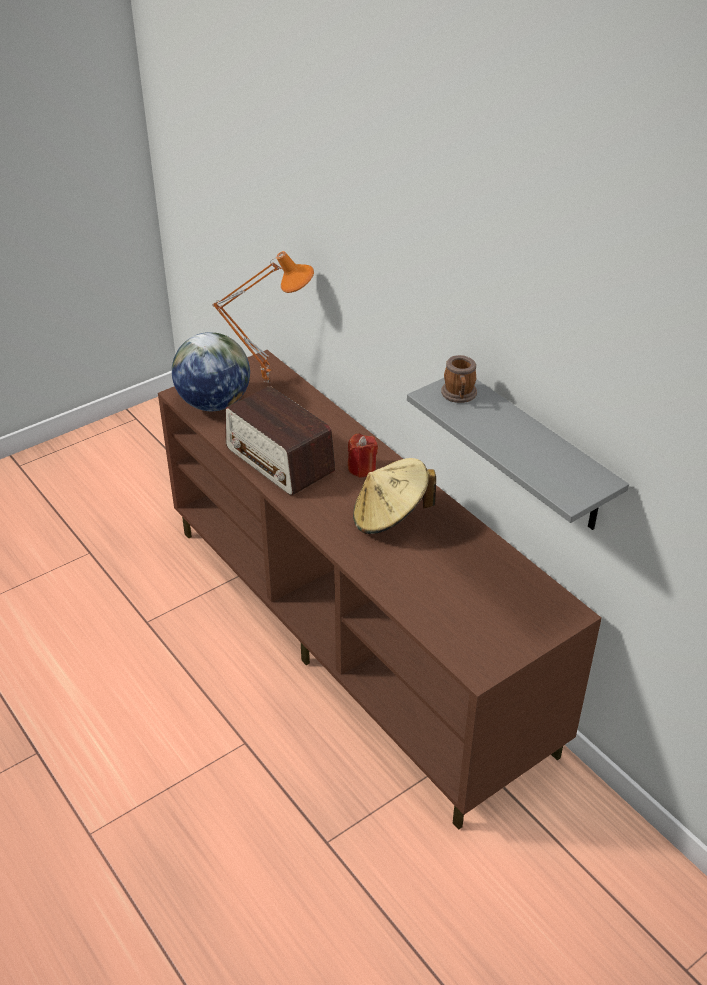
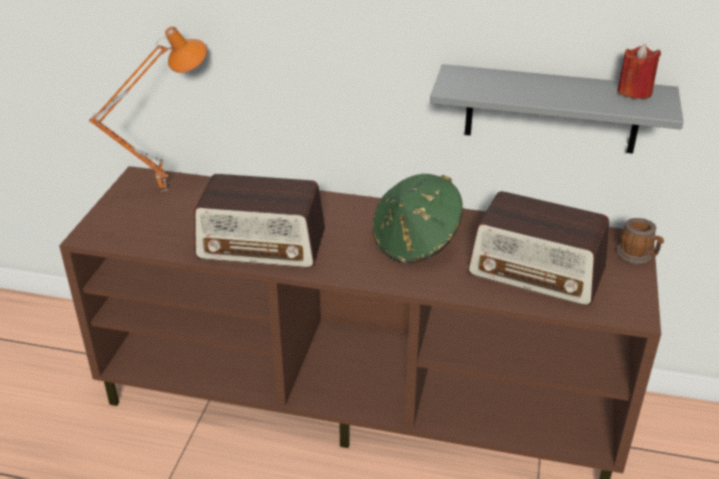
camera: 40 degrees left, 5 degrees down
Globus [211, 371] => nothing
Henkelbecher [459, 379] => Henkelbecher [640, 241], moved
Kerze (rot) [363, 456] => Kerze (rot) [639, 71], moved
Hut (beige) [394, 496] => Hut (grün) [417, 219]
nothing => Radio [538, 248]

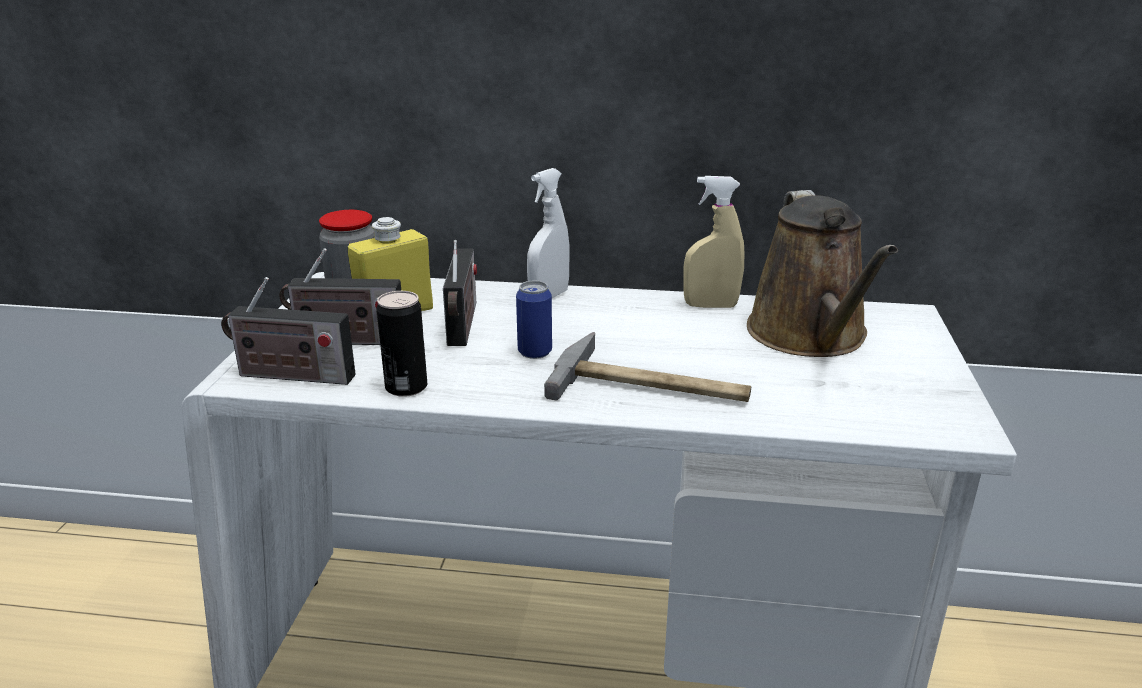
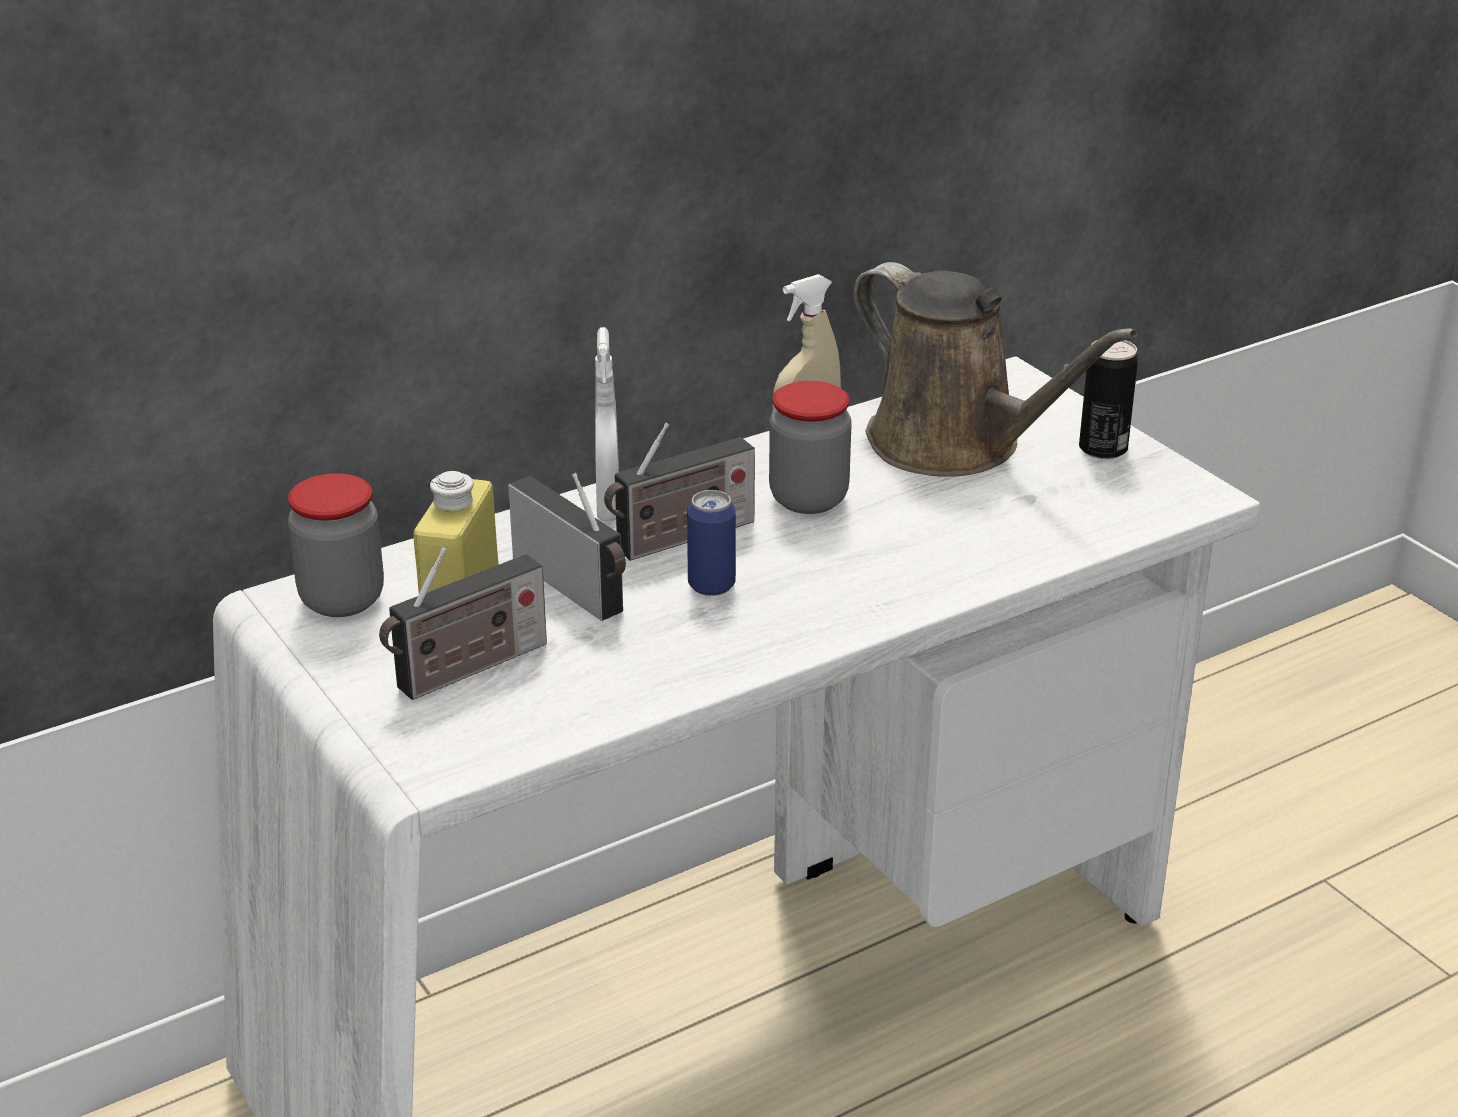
camera: 40 degrees left, 5 degrees up
Radio [288, 331] => Radio [679, 492], moved
Dose [401, 344] => Dose [1108, 399], moved
Hammer [647, 367] => nothing
nothing => Vorratsglas [810, 447]

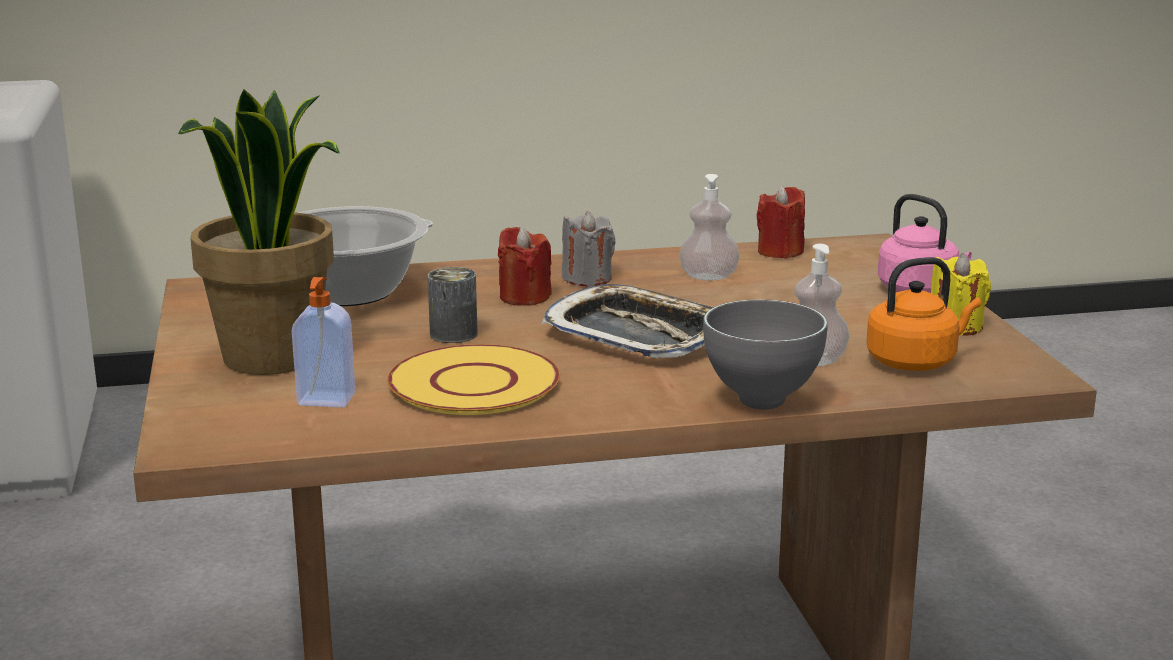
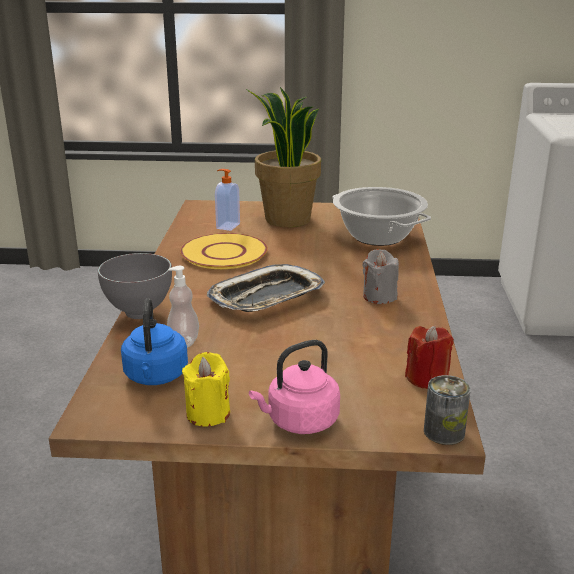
camera: 105 degrees right, 5 degrees up
Seifenspender [709, 227] => nothing
Kerze (rot) [525, 266] => nothing
Wasserkessel (orange) [923, 314] => Wasserkessel (blau) [154, 341]
Dose [453, 305] => Dose [447, 410], moved

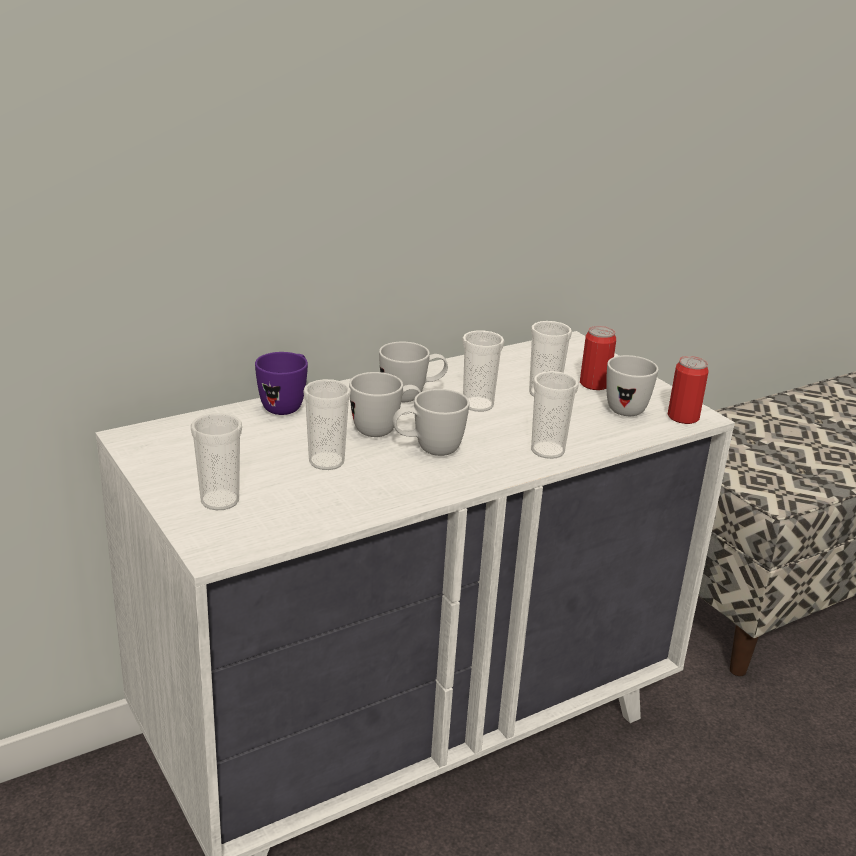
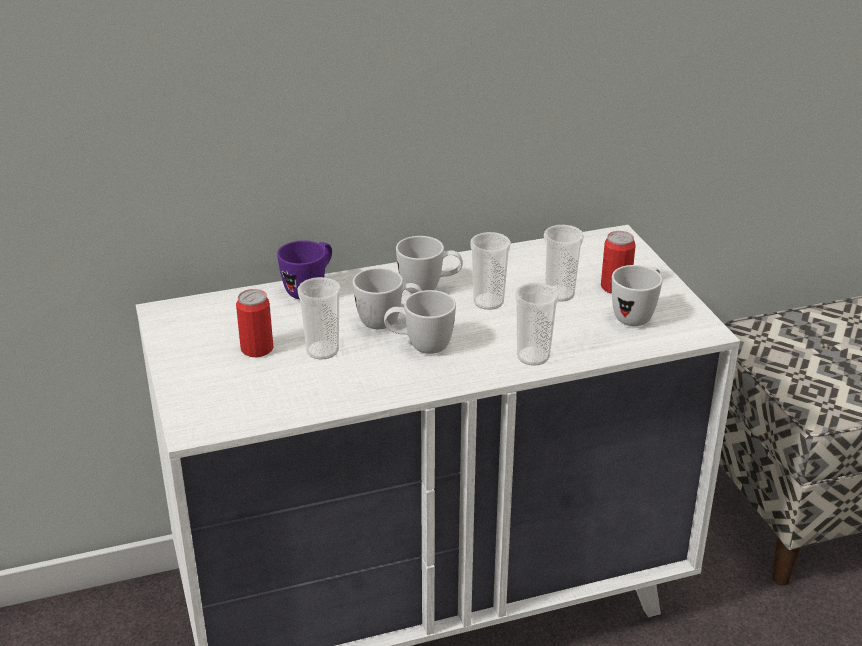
camera: 15 degrees right, 5 degrees up
Dose [688, 390] => Dose [254, 323], moved
Tasse [216, 461] => nothing

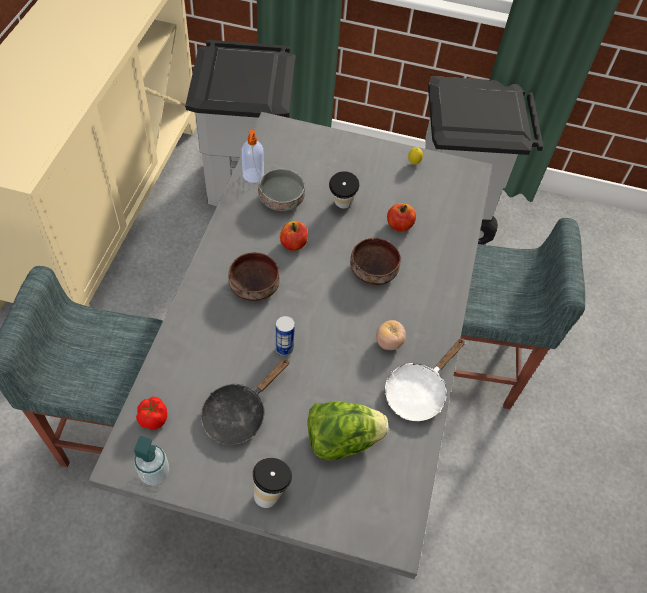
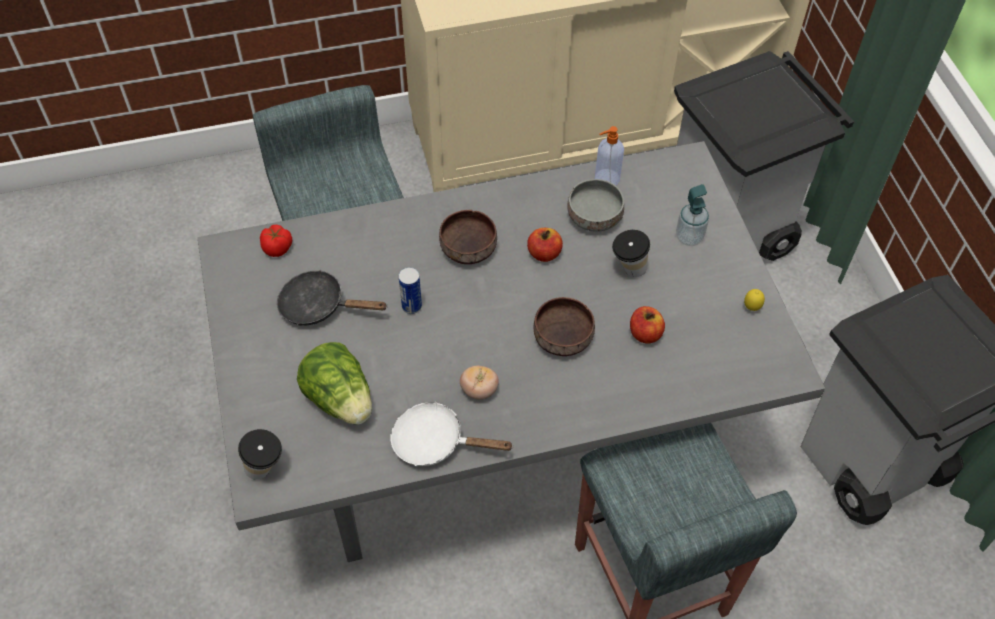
camera: 65 degrees right, 0 degrees up
Seifenspender [151, 461] => Seifenspender [692, 215], moved
Tasse [272, 483] => Tasse [260, 454], moved

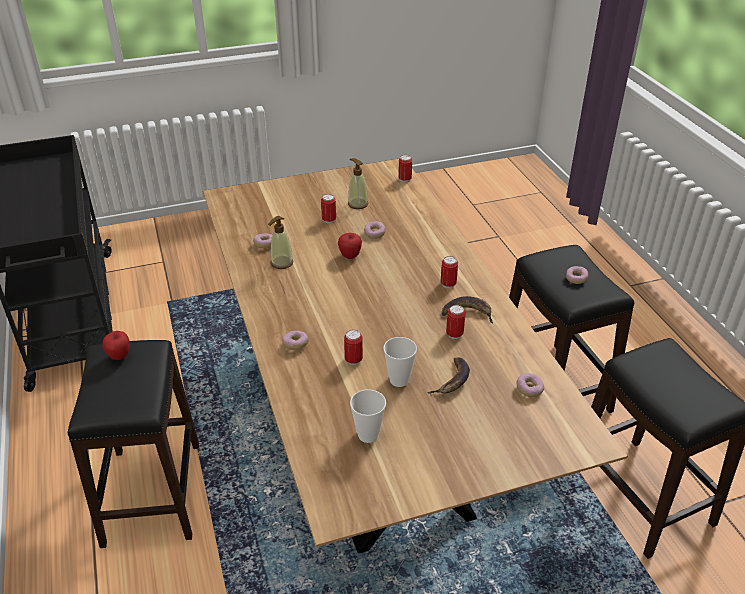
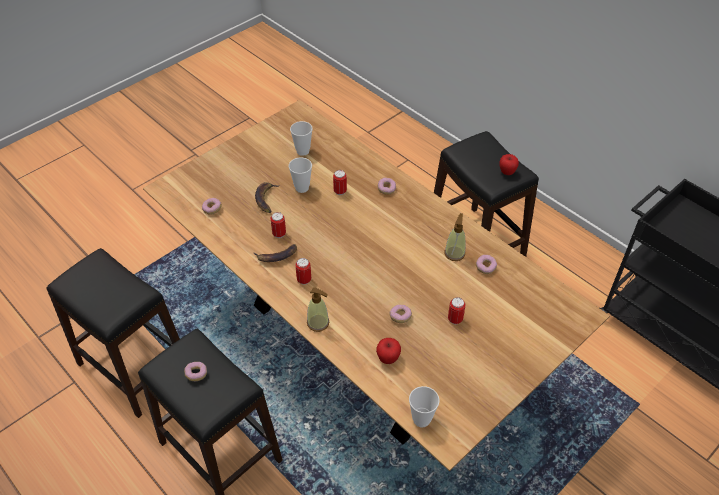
camera: 155 degrees right, 10 degrees up
Dose [405, 168] => Tasse [424, 406]
Seifenspender [358, 183] => Seifenspender [318, 309], moved
Apfel [350, 246] => Apfel [388, 351], moved

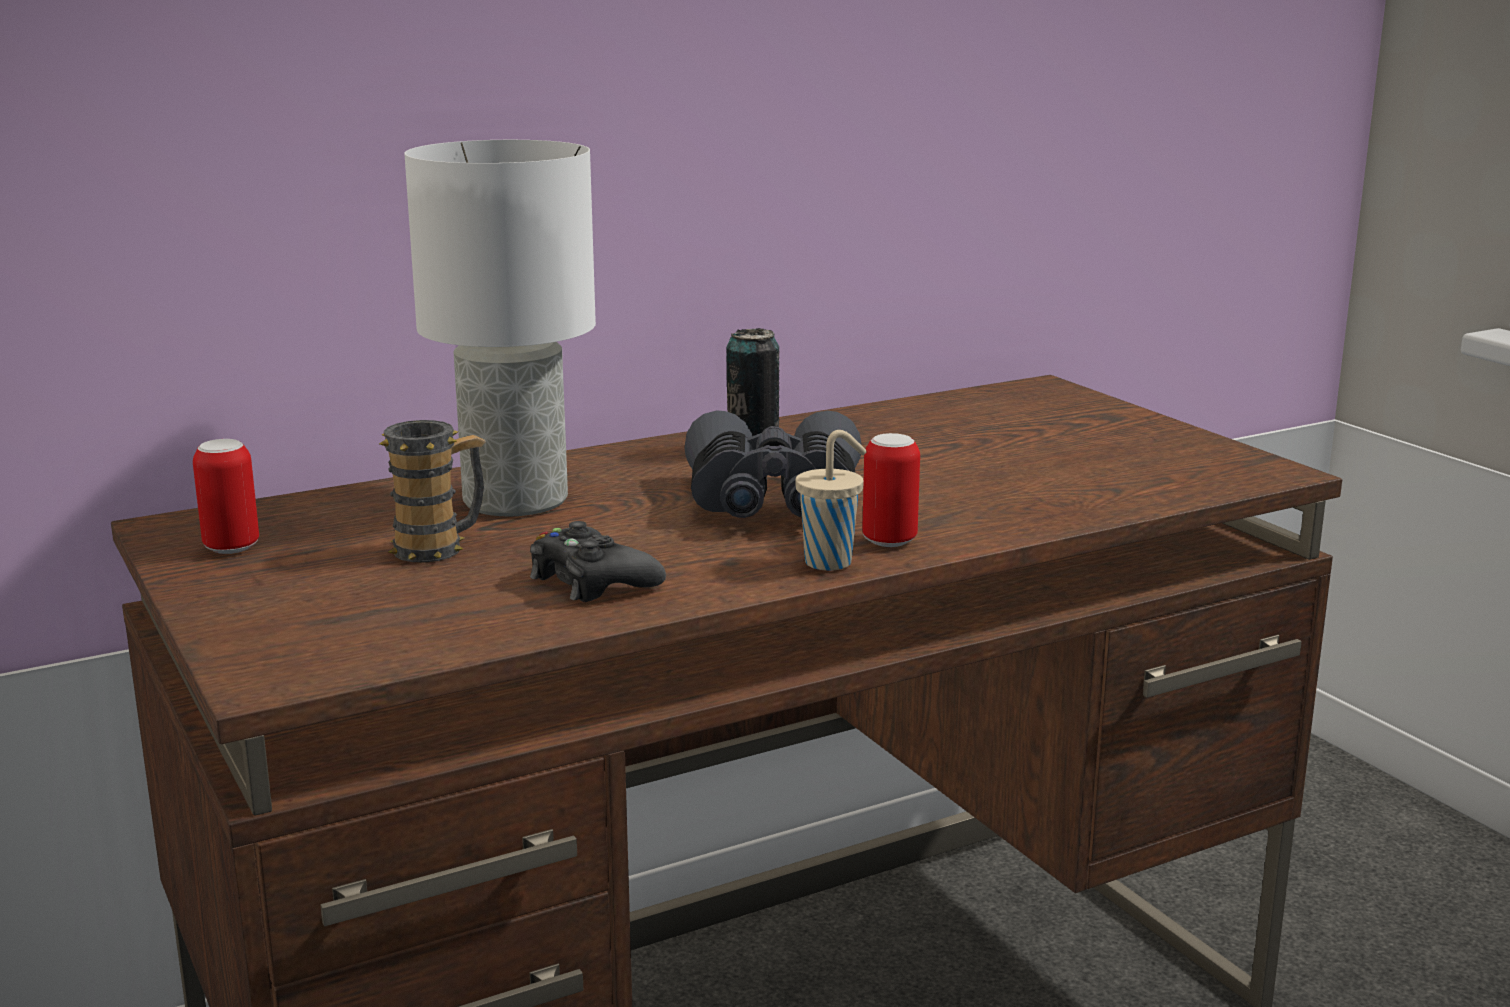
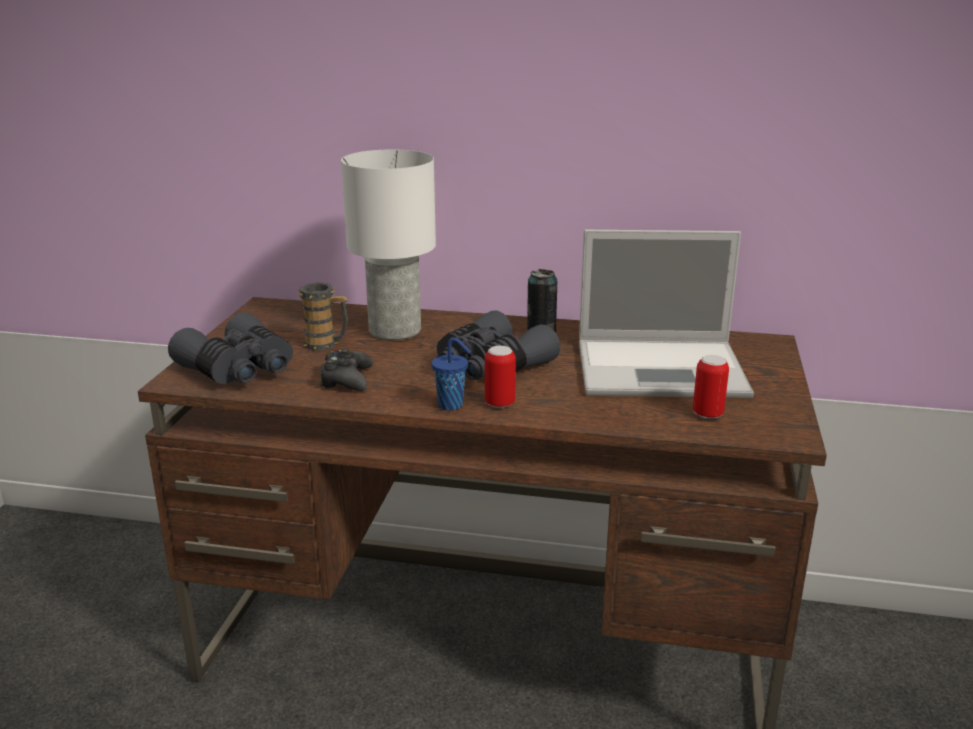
camera: 40 degrees right, 5 degrees up
Tasse (beige) [831, 500] => Tasse (blau) [451, 373]
Dose [226, 496] => Dose [711, 387], moved
nothing => Laptop [666, 314]
nothing => Fernglas (grau) [230, 348]

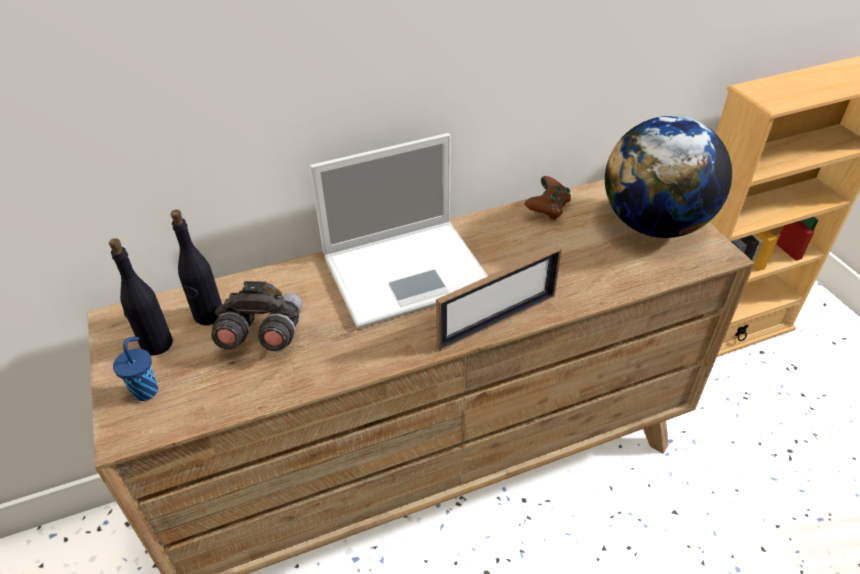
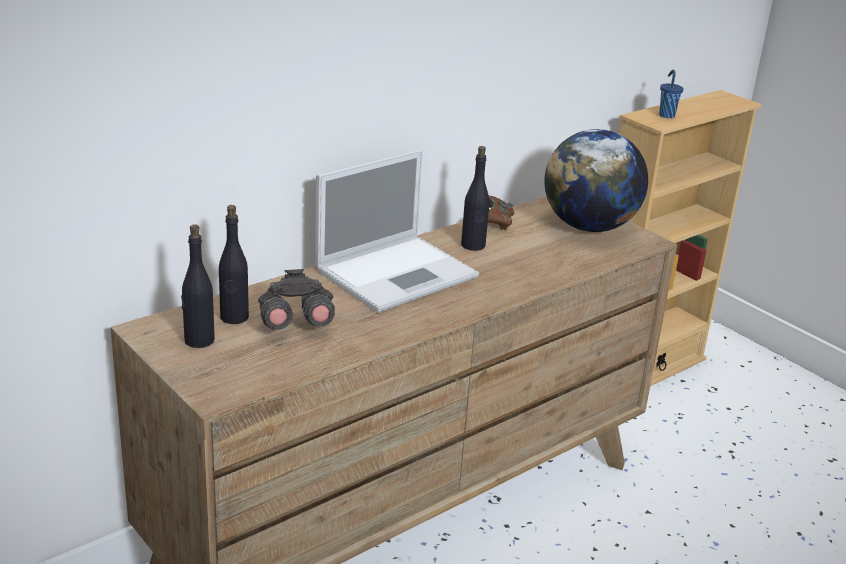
camera: 20 degrees left, 15 degrees down
Bilderrahmen [499, 298] => nothing
Tasse (blau) [135, 369] => Tasse (blau) [671, 94], moved
nothing => Flasche (schwarz) [475, 198]

